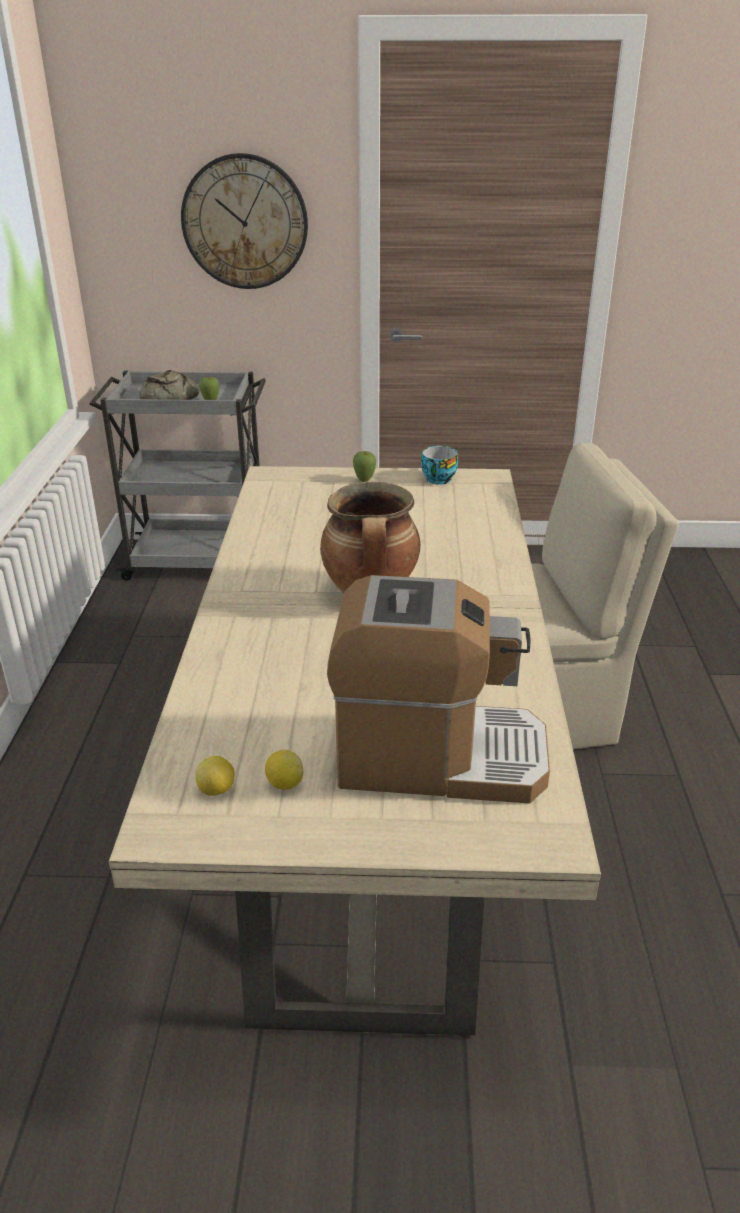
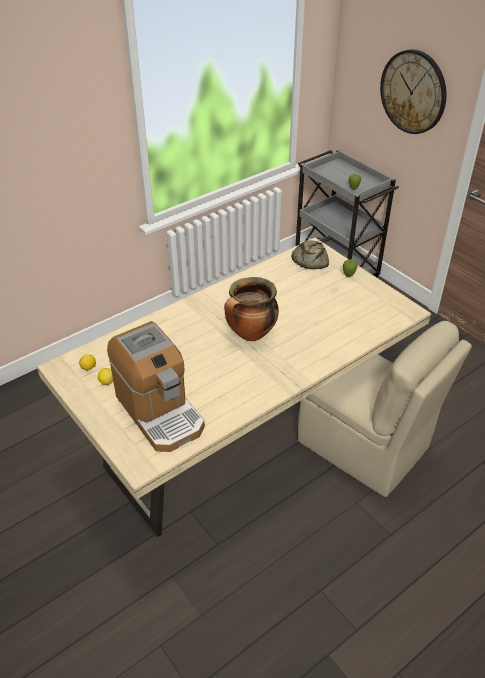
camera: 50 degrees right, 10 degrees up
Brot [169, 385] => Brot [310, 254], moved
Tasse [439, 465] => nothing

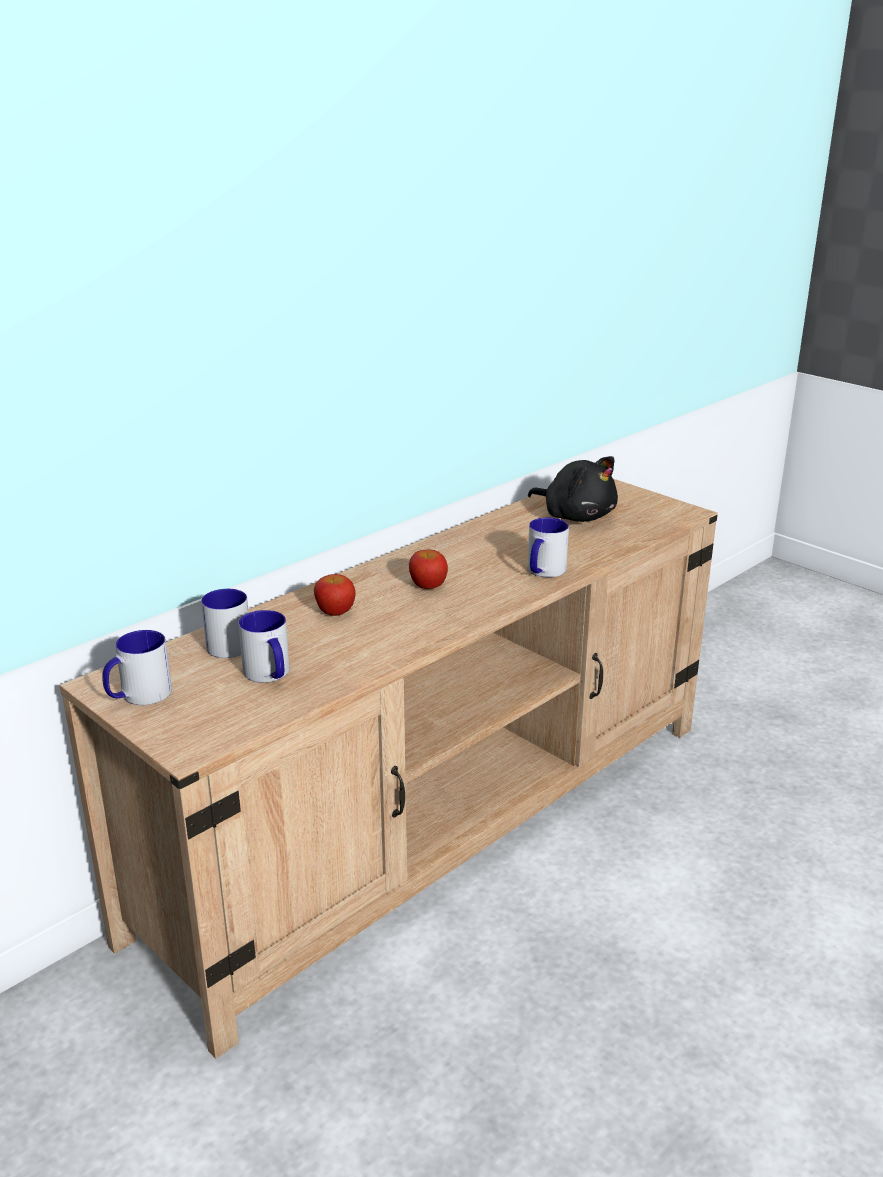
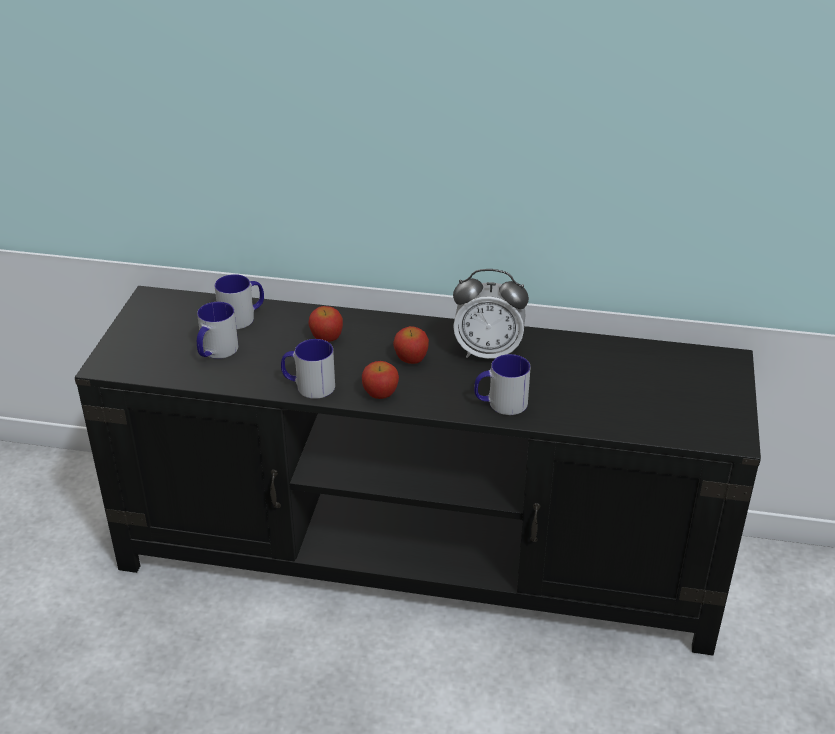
camera: 55 degrees right, 10 degrees up
Plüschtier (schwarz) [573, 489] => nothing
Fernsehschrank (beige) [389, 769] => Fernsehschrank (schwarz) [418, 470]
Henkelbecher [137, 667] => Henkelbecher [308, 369], moved
nothing => Wecker [491, 314]
nothing => Apfel [380, 380]

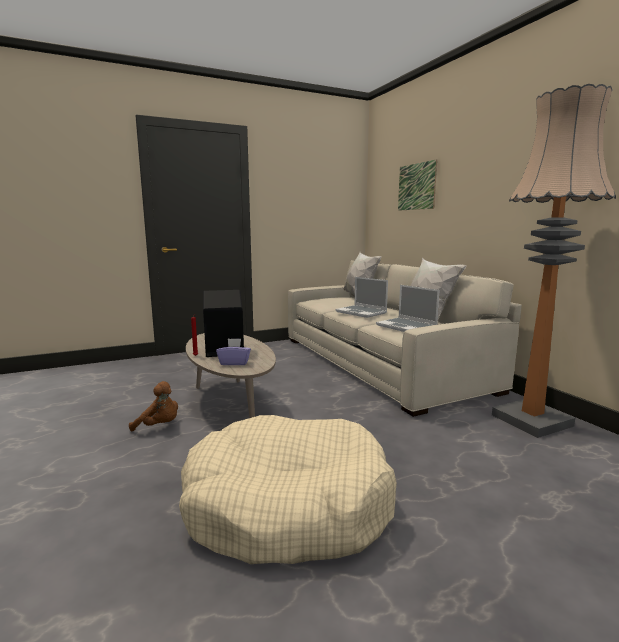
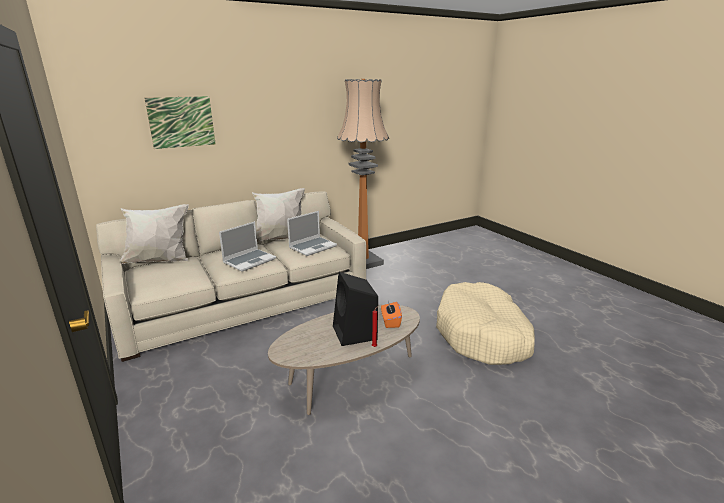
camera: 95 degrees left, 10 degrees up
Taschentuchbox (lila) [233, 352] => Taschentuchbox (orange) [391, 314]
Plüschtier (braun) [153, 406] => nothing

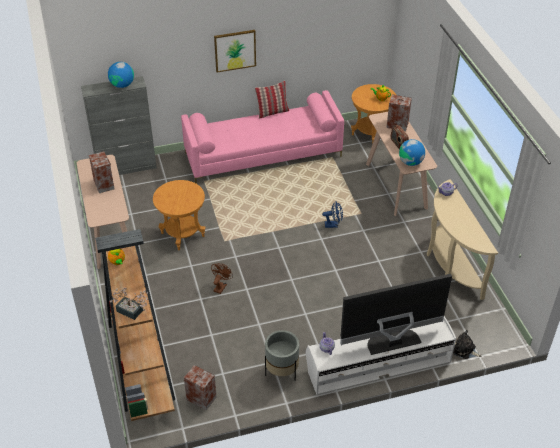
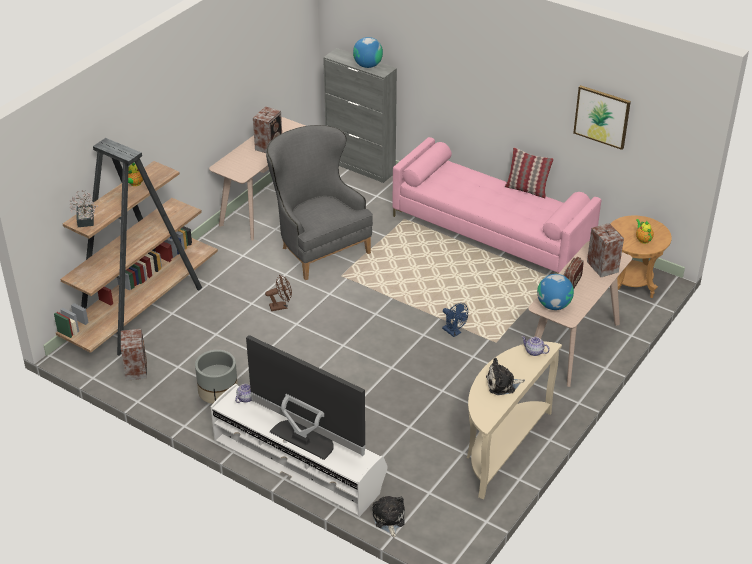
camera: 50 degrees right, 5 degrees down
Bild [235, 51] => Bild [602, 117], moved
Beistelltisch (braun) [179, 215] => Sessel (grau) [319, 202]
nothing => Plüschtier [505, 376]

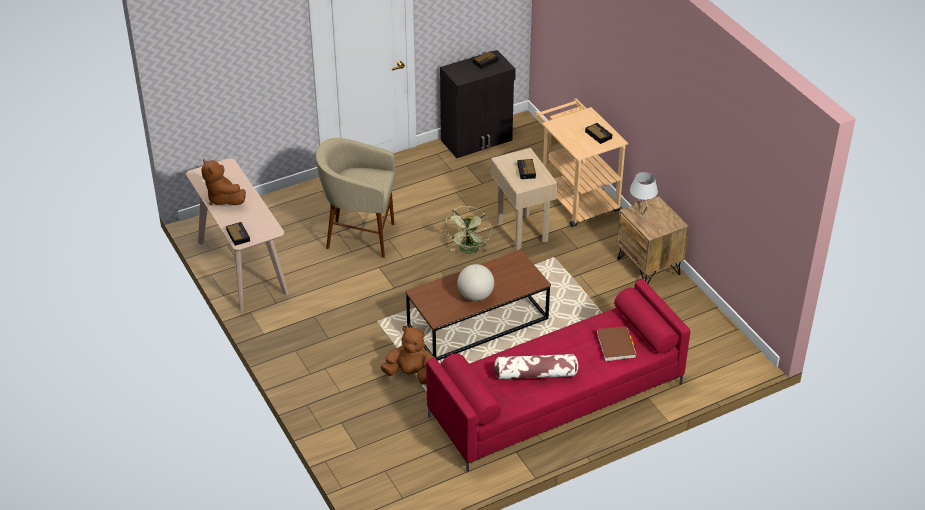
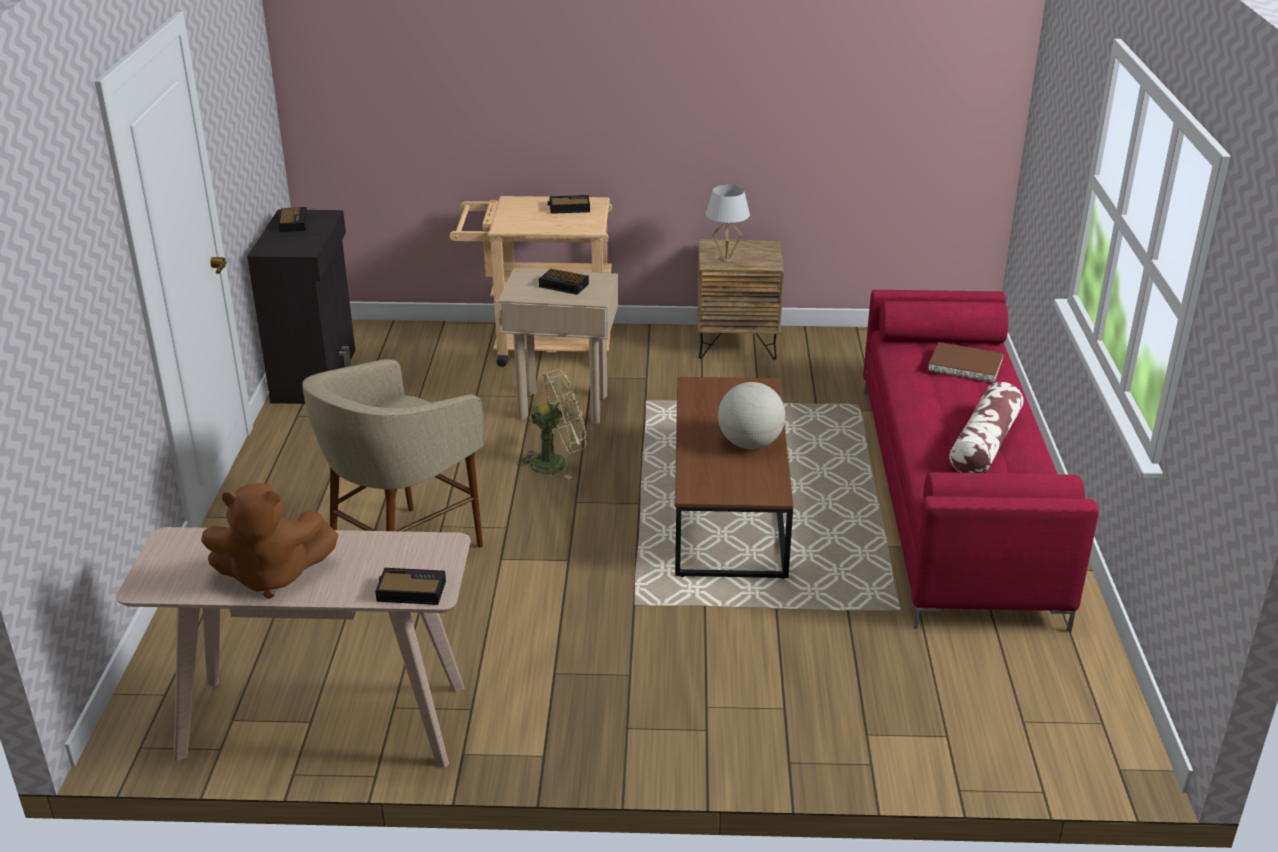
camera: 60 degrees left, 10 degrees down
Ventilator (grün) [468, 230] => Ventilator (grün) [551, 424], 60 degrees counterclockwise
Plüschtier (braun) [407, 355] => nothing

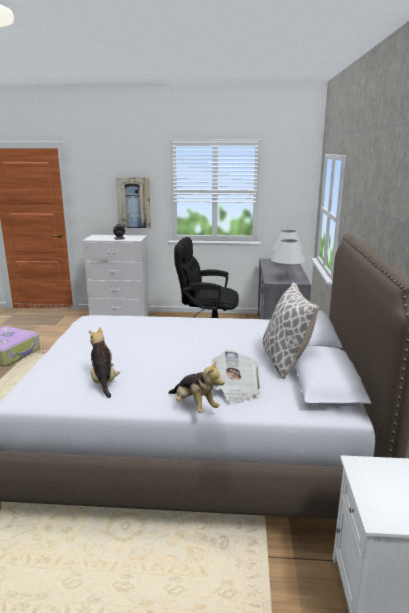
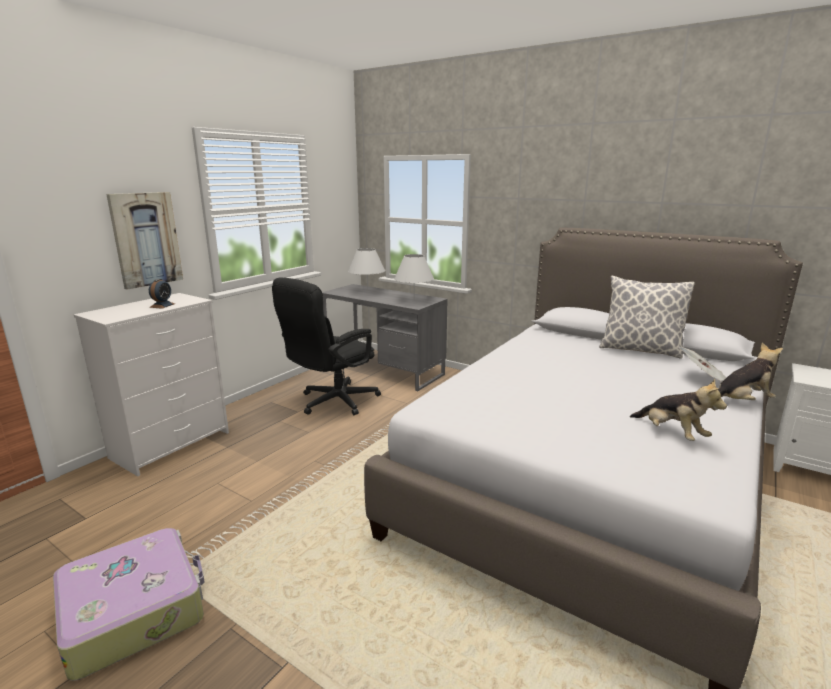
camera: 60 degrees left, 0 degrees up
Plüschtier [104, 363] => Plüschtier [678, 410], 135 degrees counterclockwise

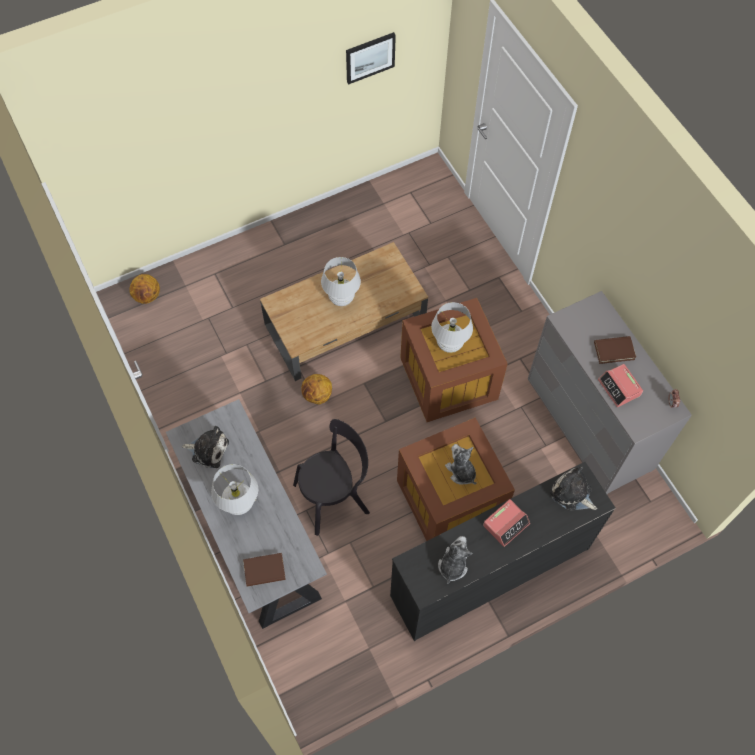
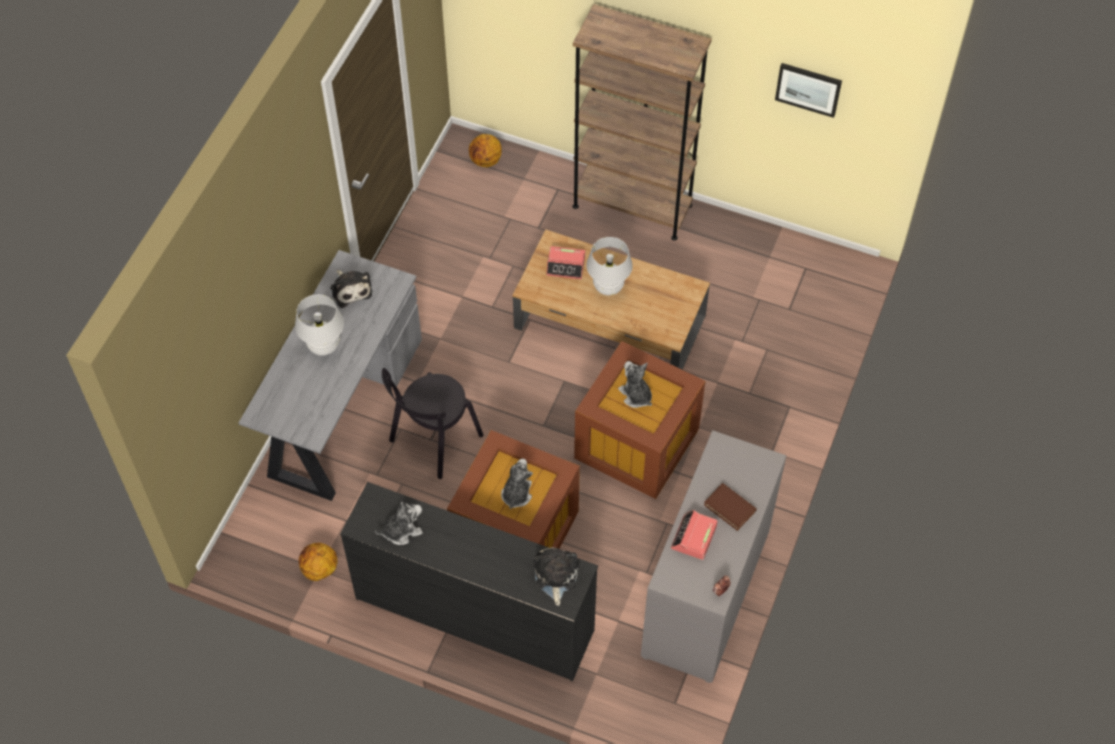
camera: 50 degrees right, 5 degrees down
Tischlampe (weiß) [452, 327] => Plüschtier [635, 384]
Basketball [316, 389] => Basketball [318, 562], moved
Stuhl (schwarz) [331, 477] => Stuhl (schwarz) [432, 423], 105 degrees clockwise
Wecker [506, 523] => Wecker [565, 262], moved
Buch (braun) [264, 569] => nothing
nothing => Bücherregal (braun) [642, 122]

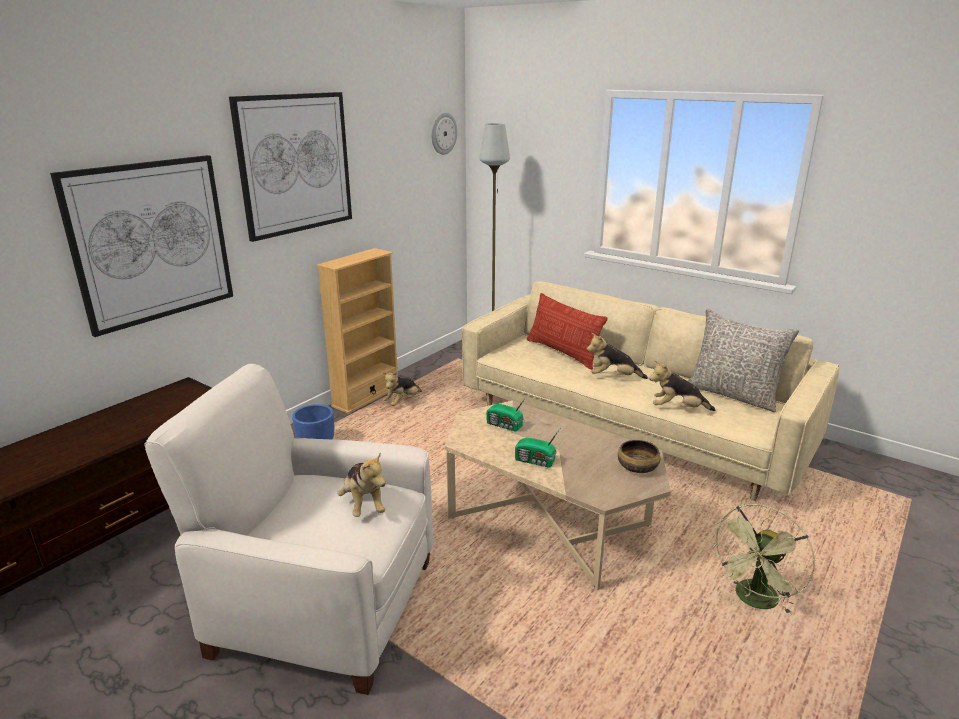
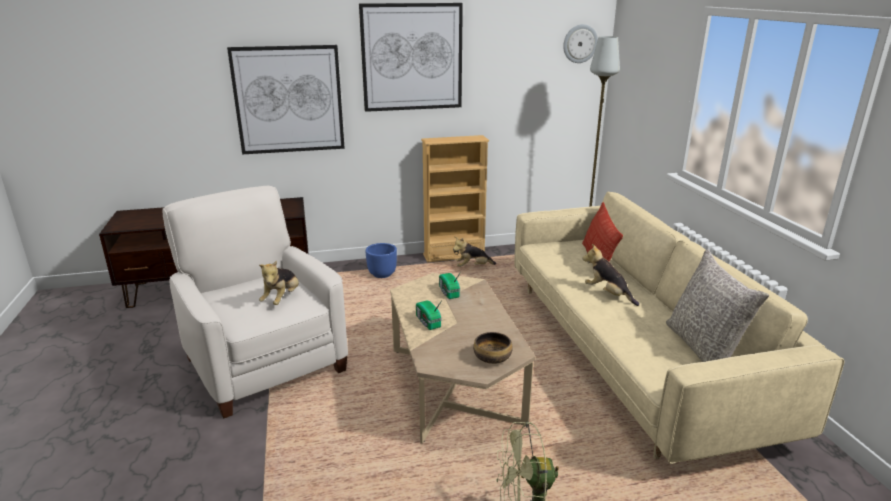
camera: 40 degrees right, 0 degrees up
Plüschtier [682, 385] => nothing

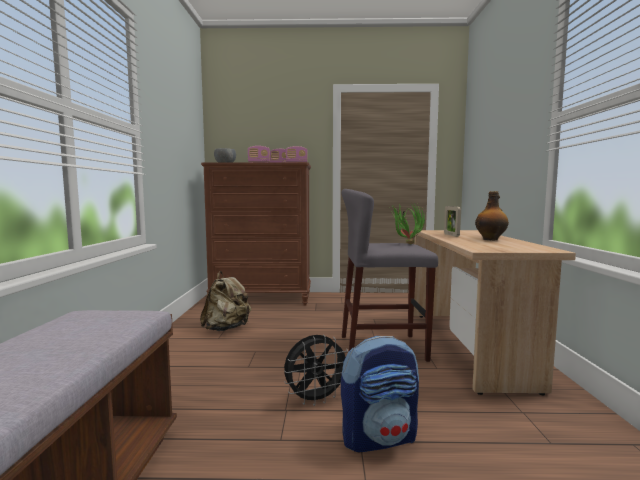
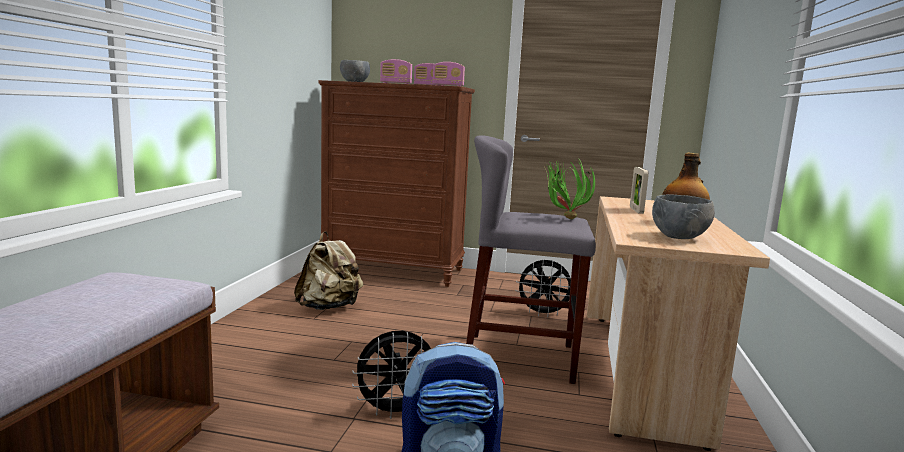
camera: 10 degrees right, 5 degrees up
nothing => Schüssel (grau) [683, 216]
nothing => Ventilator (schwarz) [543, 288]

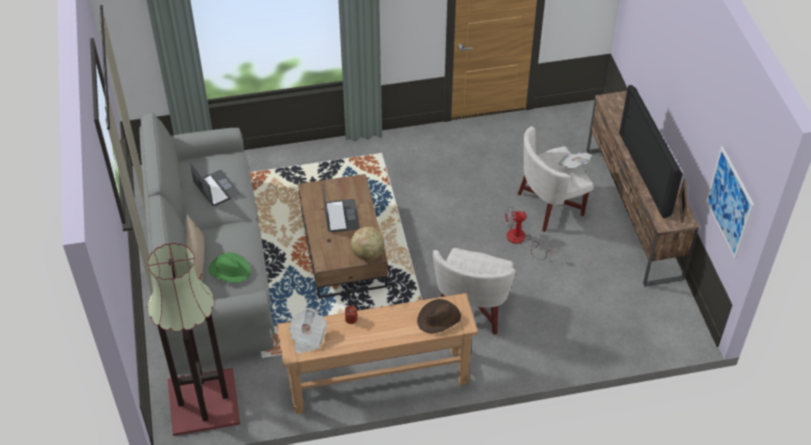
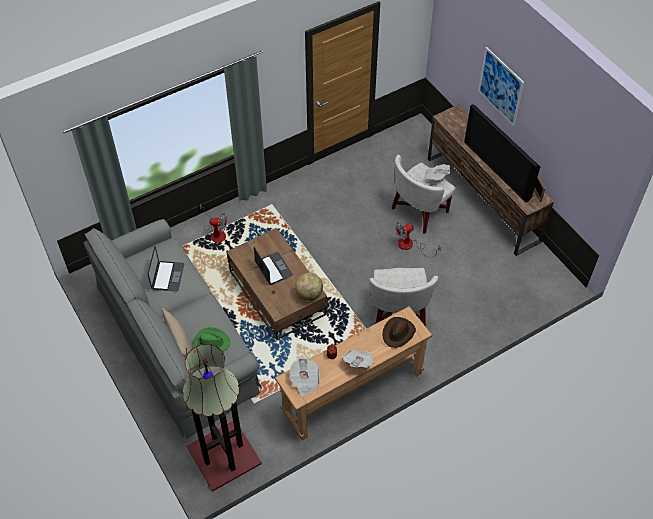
camera: 20 degrees left, 5 degrees up
Bild [730, 202] => Bild [501, 86], moved
Laptop [215, 183] => Laptop [166, 269], 60 degrees clockwise
nothing => Ventilator [213, 224]
nothing => Zeitung [358, 358]

